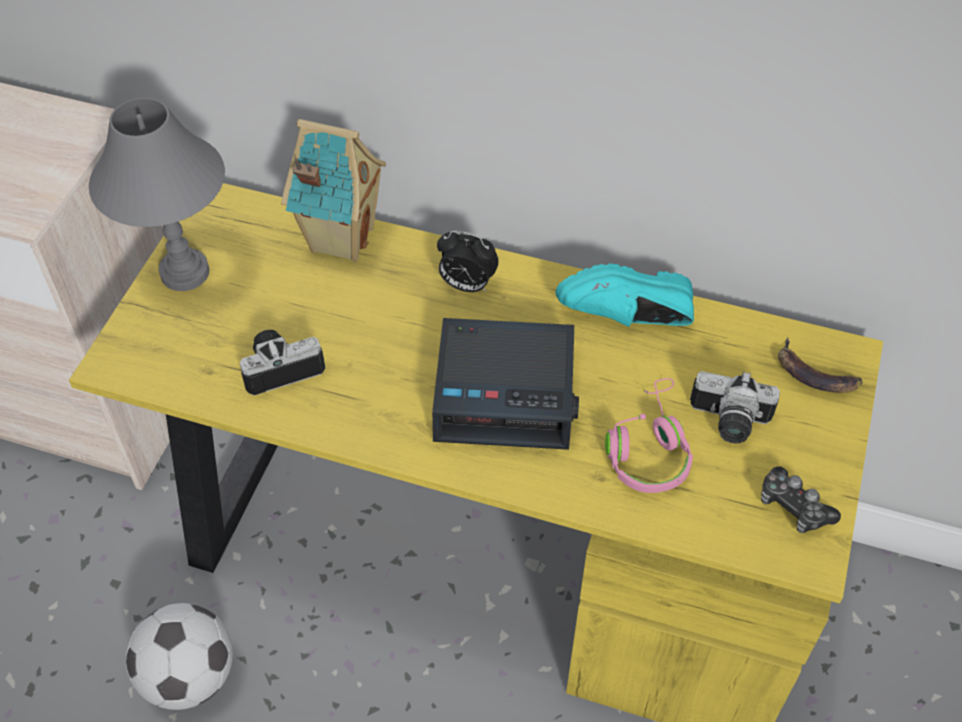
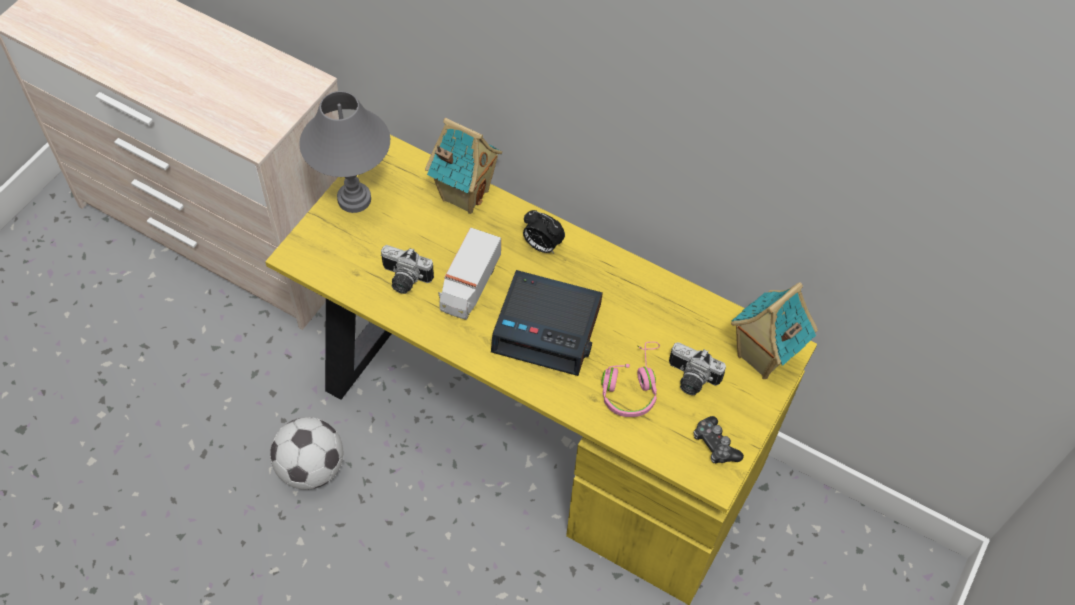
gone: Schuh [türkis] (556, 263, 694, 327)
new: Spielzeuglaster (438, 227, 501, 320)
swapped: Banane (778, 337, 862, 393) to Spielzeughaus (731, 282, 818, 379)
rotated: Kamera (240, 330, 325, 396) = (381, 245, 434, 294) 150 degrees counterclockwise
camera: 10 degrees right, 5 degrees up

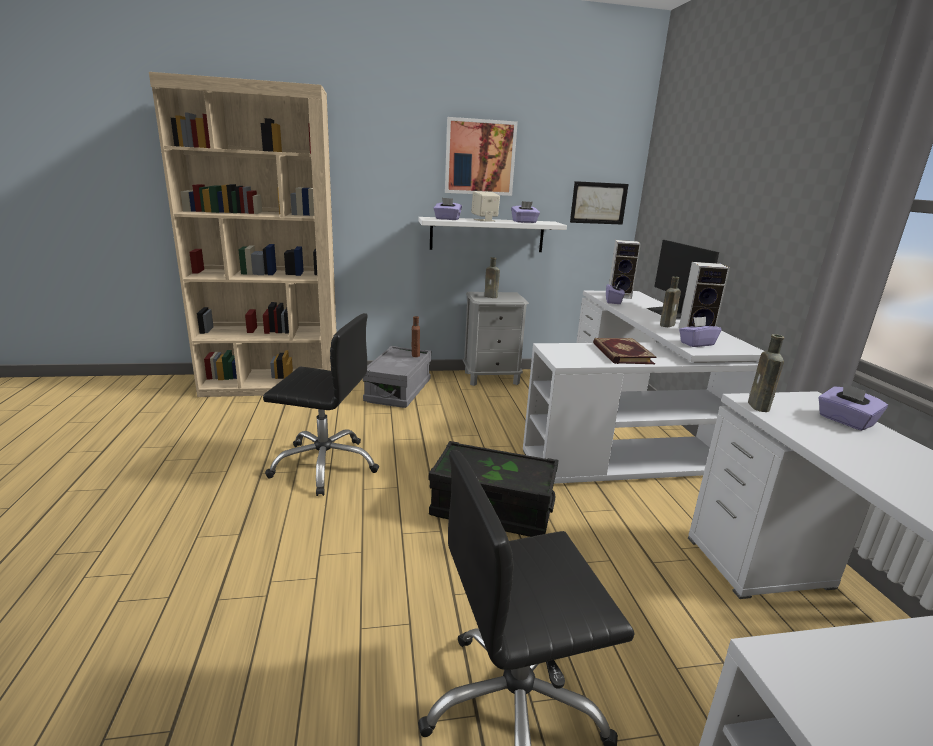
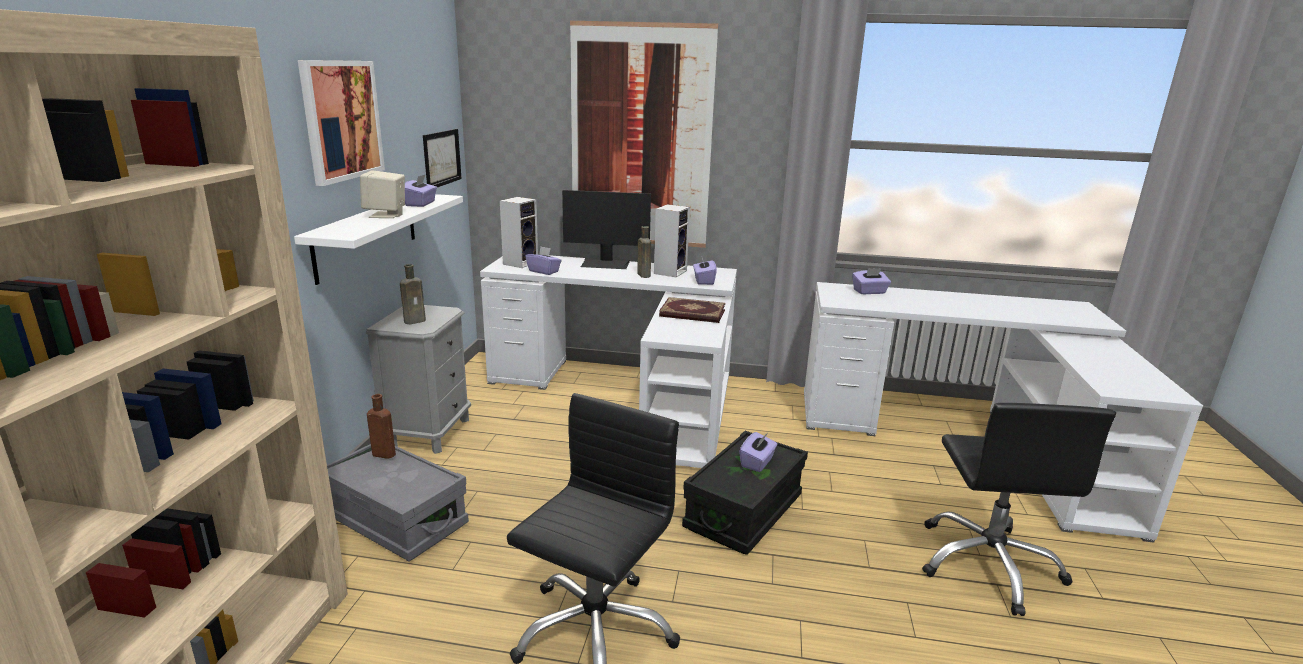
gone: Flasche [braun] (748, 334, 784, 412)
new: Bild (570, 21, 718, 248)
shifted: Taschentuchbox [lila] (433, 198, 462, 220) to (739, 432, 777, 472)
camera: 70 degrees left, 0 degrees up

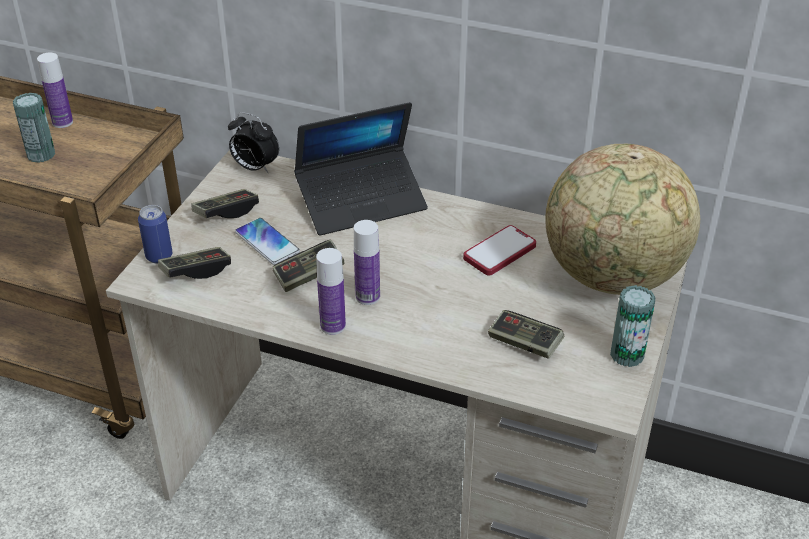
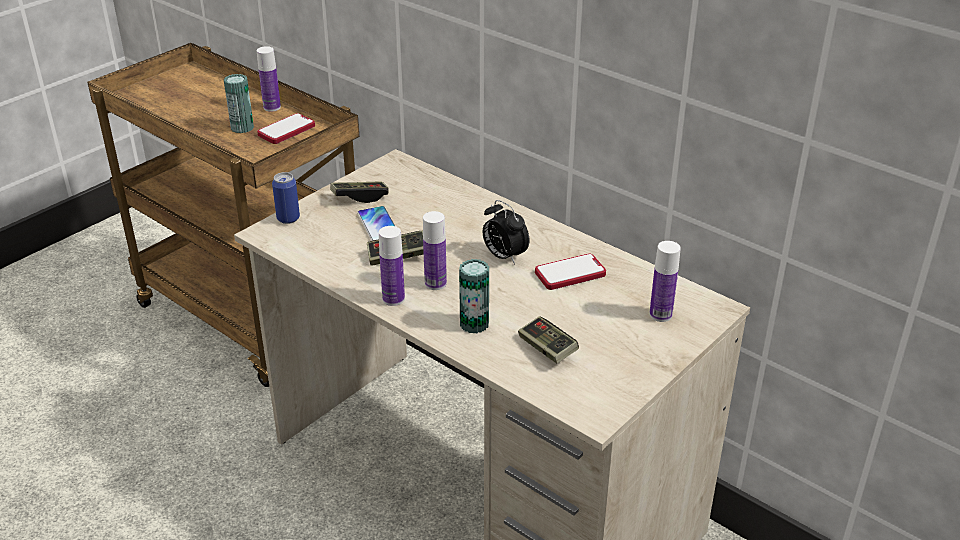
gone: Gamepad (158, 247, 231, 279); Laptop (294, 102, 428, 236)
new: Handy (257, 113, 315, 144)
shifted: Wecker (228, 112, 279, 173) to (483, 200, 529, 264); Dose (610, 285, 656, 367) to (459, 259, 489, 333)
swapped: Globus (545, 144, 700, 295) to Flasche (649, 241, 681, 322)
camera: 20 degrees right, 5 degrees down

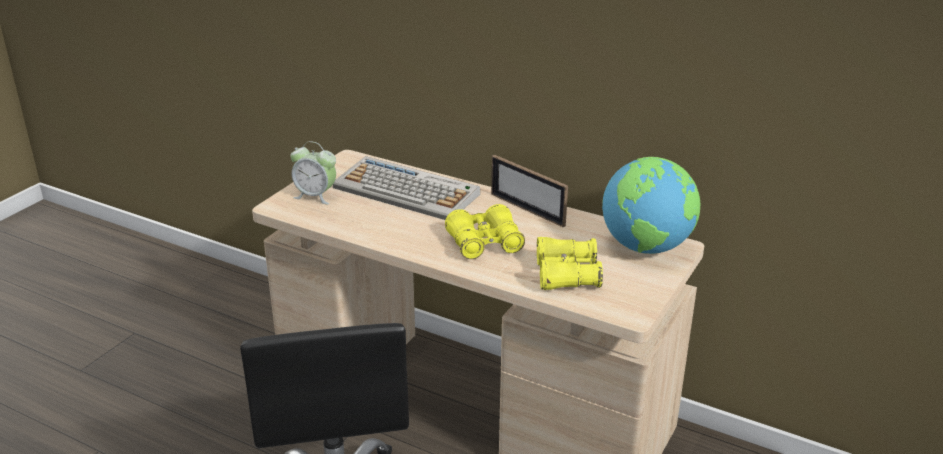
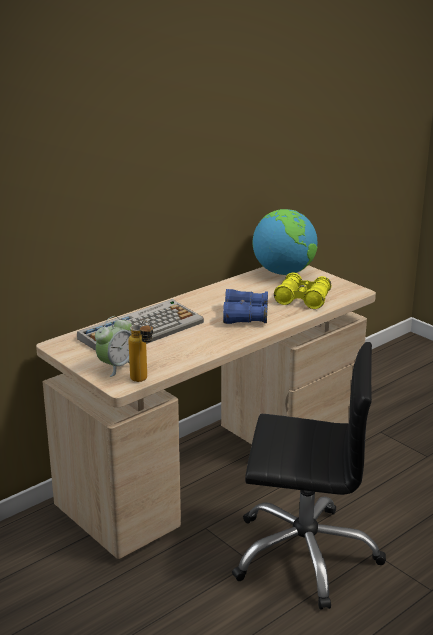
gone: Bilderrahmen (491, 155, 568, 227)
new: Flasche (128, 321, 153, 382)
repainted: Fernglas [gelb] (445, 204, 525, 259) to Fernglas [blau] (223, 289, 268, 324)
camera: 70 degrees left, 5 degrees down

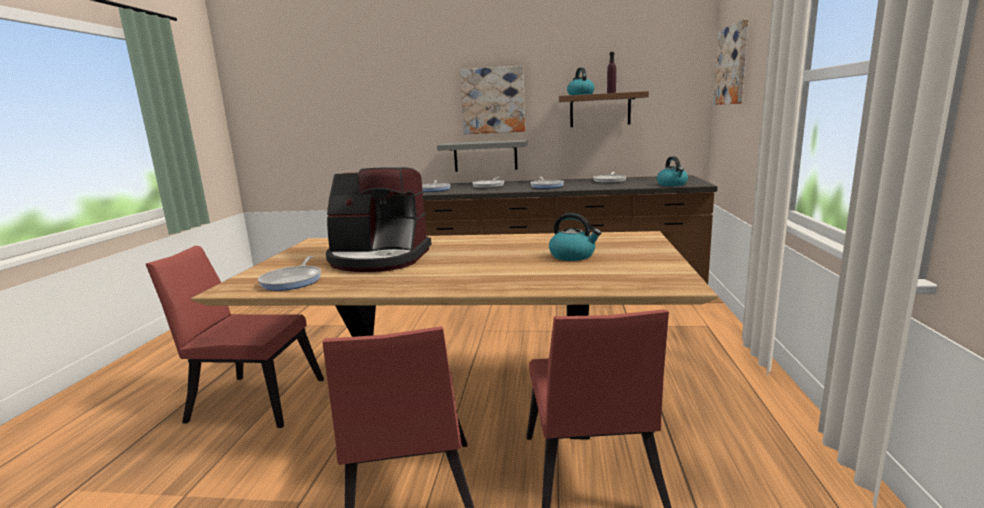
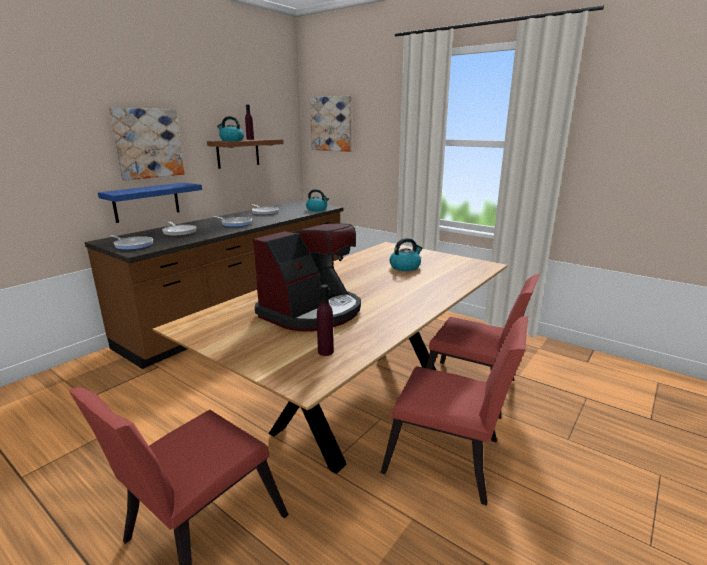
swapped: Pfanne (258, 256, 321, 291) to Flasche [lila] (317, 285, 334, 356)
repainted: Wandregal [grau] (437, 140, 528, 172) to Wandregal [blau] (98, 182, 202, 223)
camera: 60 degrees left, 5 degrees up

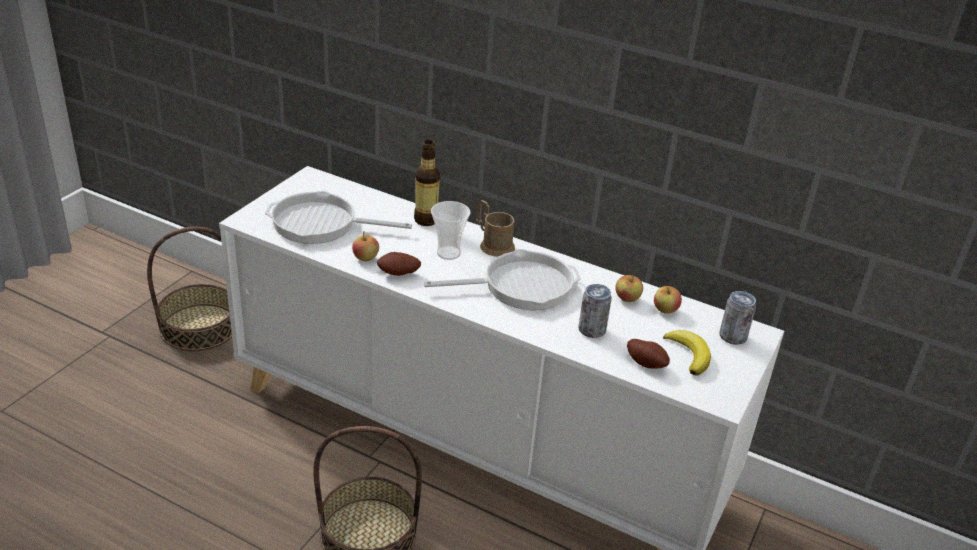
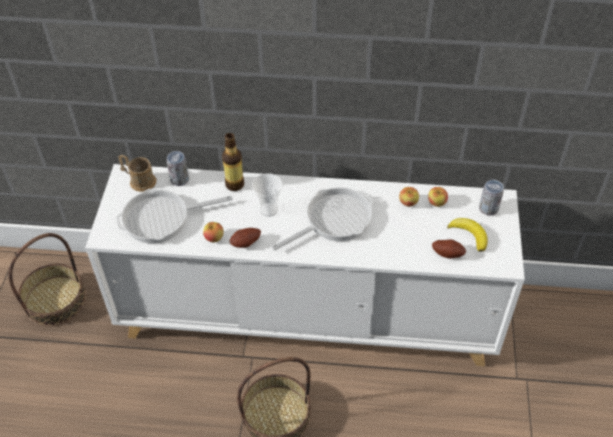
shifted: Henkelbecher [braun] (476, 200, 515, 257) to (119, 155, 156, 192); Dose (578, 284, 612, 338) to (167, 151, 189, 186)
camera: 20 degrees left, 15 degrees up

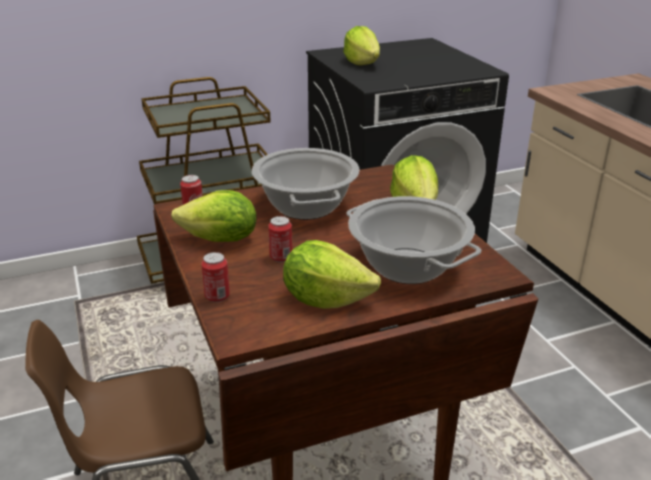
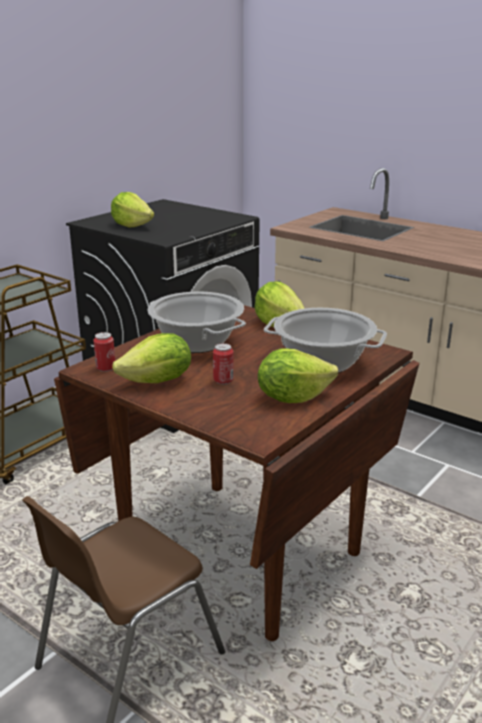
gone: Dose (201, 252, 230, 302)
camera: 30 degrees left, 5 degrees down

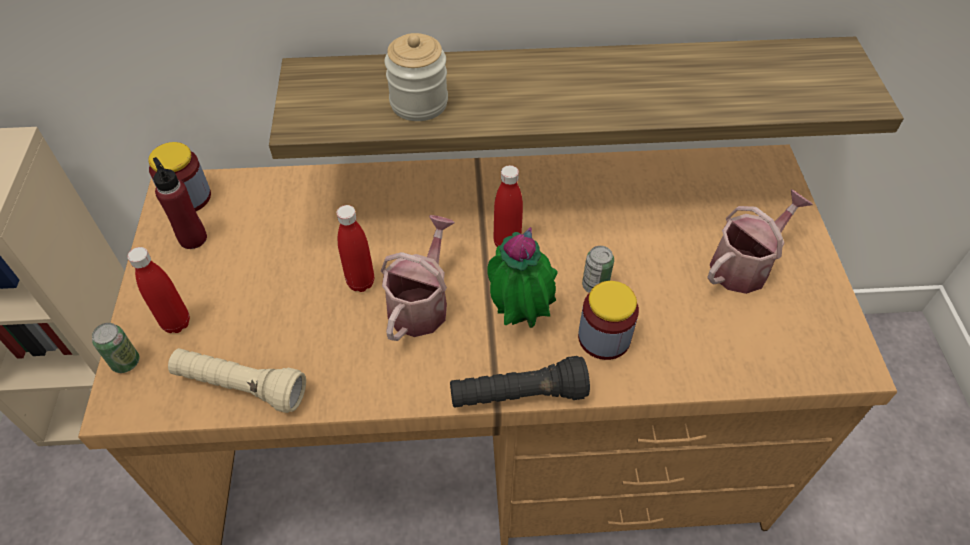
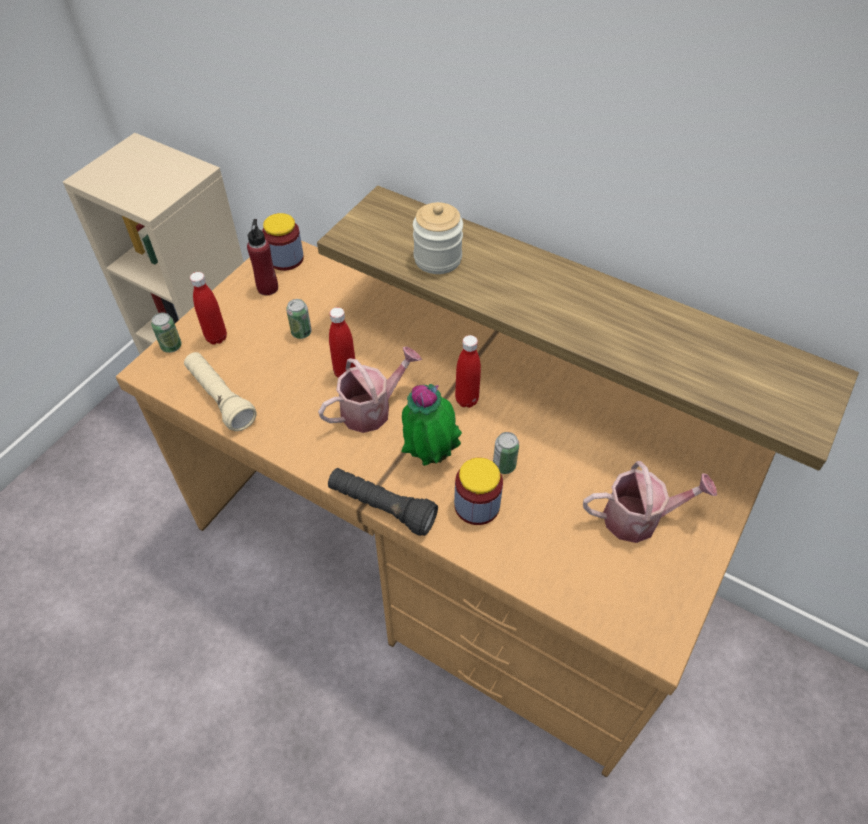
new: Dose (286, 299, 312, 339)
camera: 35 degrees right, 0 degrees up

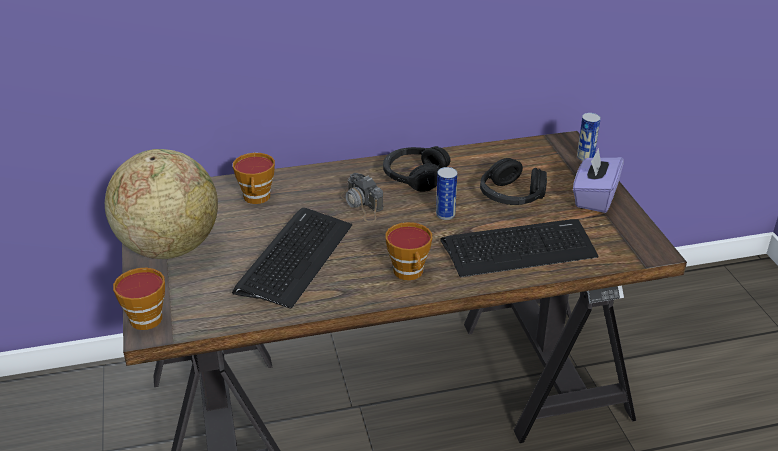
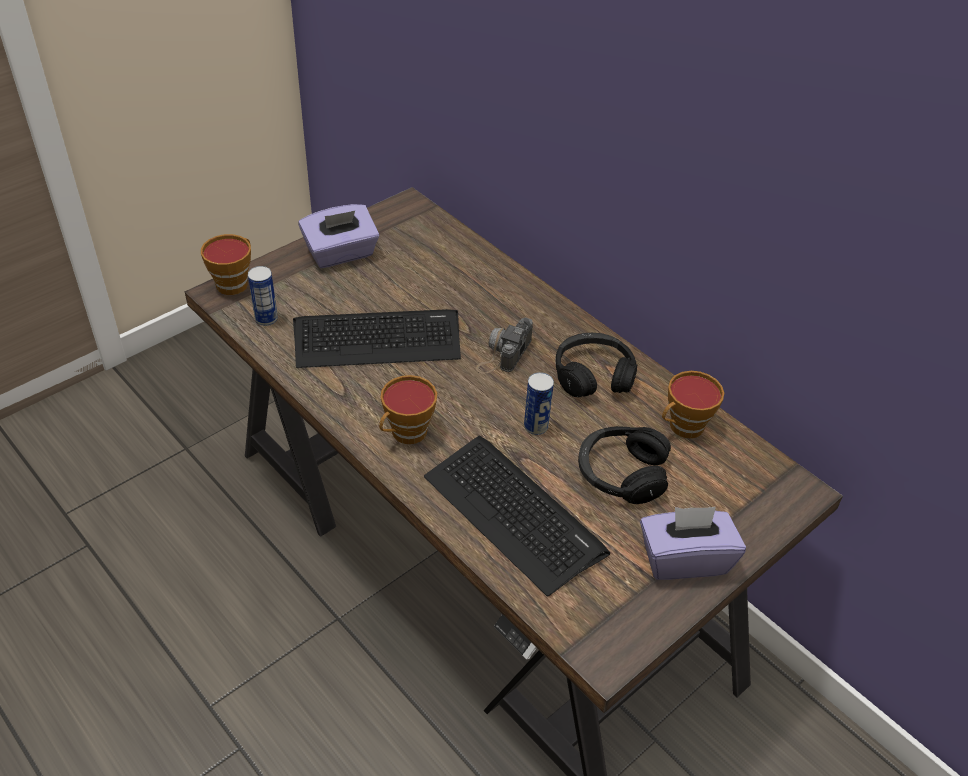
shifted: Tasse (233, 153, 275, 204) to (662, 371, 724, 439); Dose (577, 113, 601, 161) to (248, 266, 278, 326)
swapped: Globus (105, 149, 218, 259) to Taschentuchbox [lila] (298, 204, 379, 268)
camera: 60 degrees right, 10 degrees up

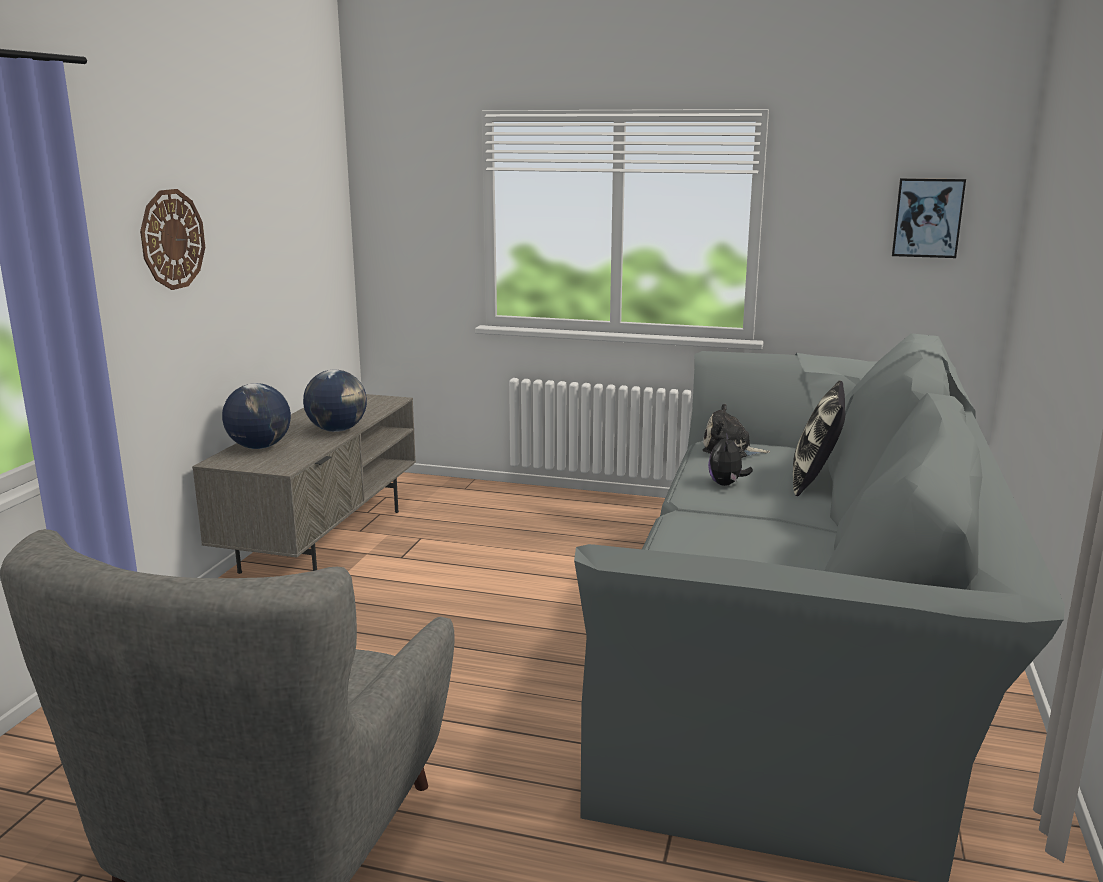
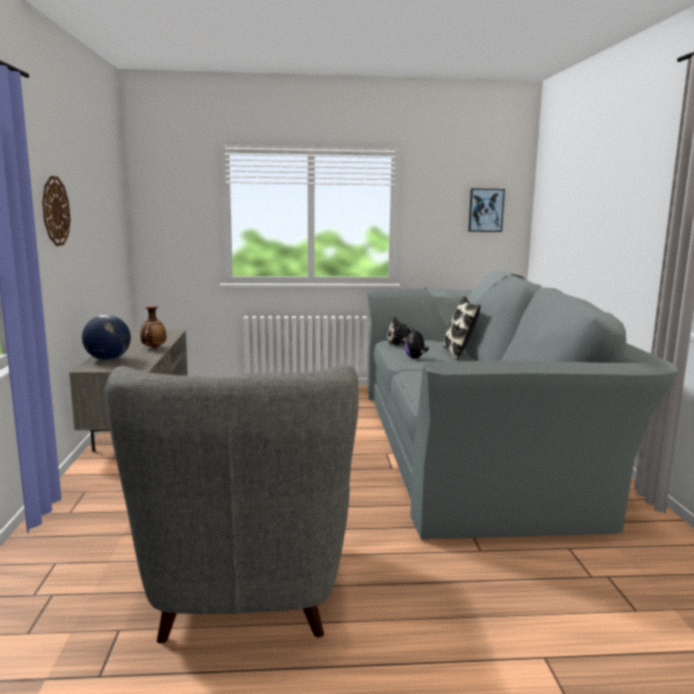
swapped: Globus (303, 369, 367, 432) to Vase (140, 306, 167, 348)
camera: 20 degrees left, 5 degrees down

